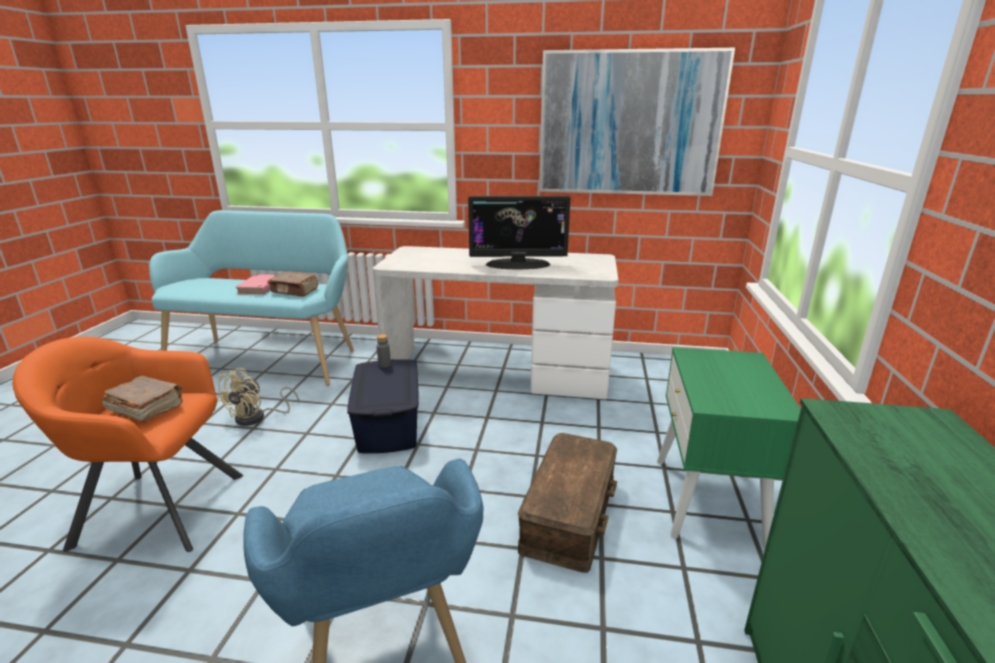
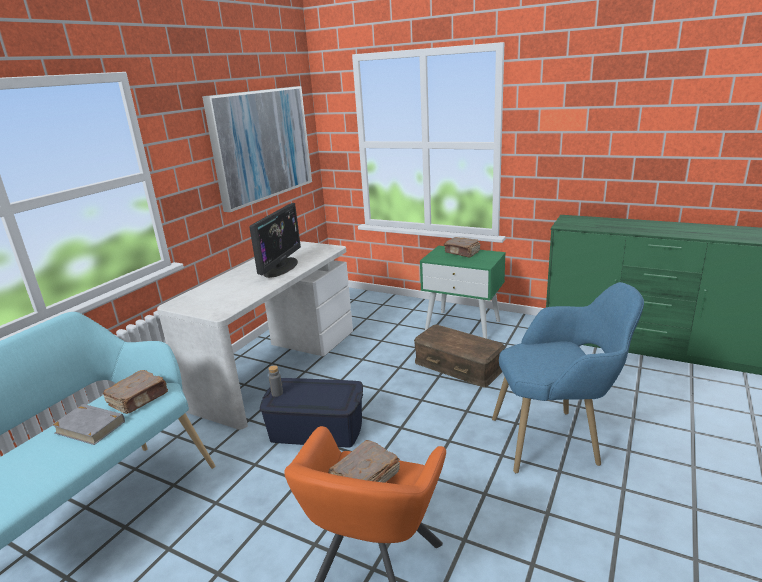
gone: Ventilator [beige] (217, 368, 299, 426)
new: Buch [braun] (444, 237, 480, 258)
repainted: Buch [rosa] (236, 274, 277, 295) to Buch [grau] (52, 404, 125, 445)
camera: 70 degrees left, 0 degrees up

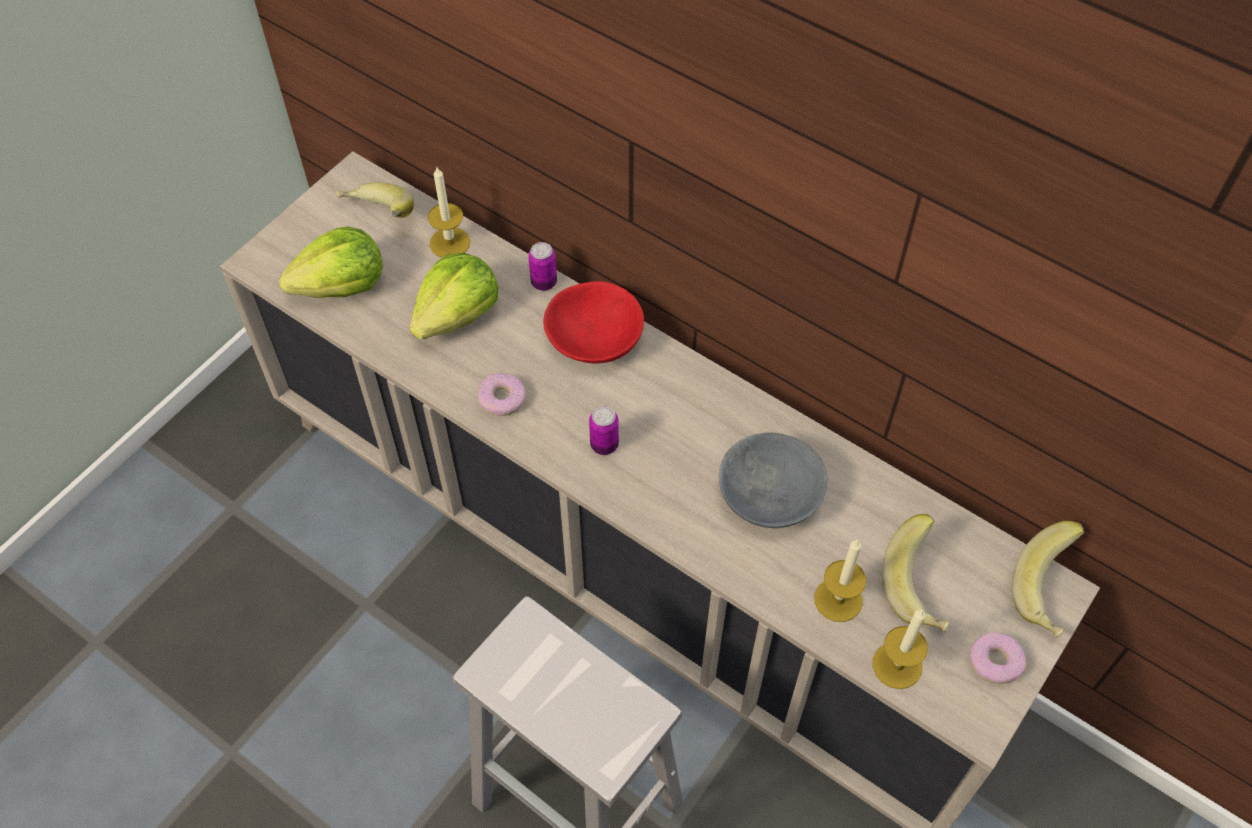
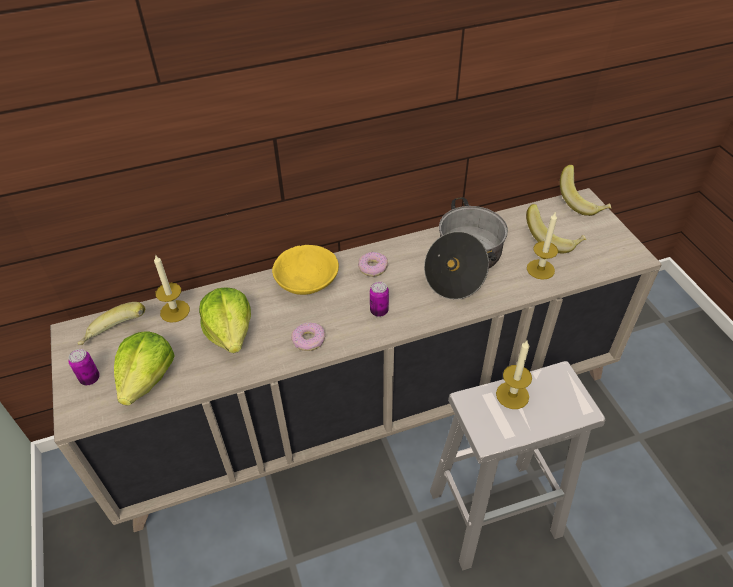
shifted: Dose (528, 242, 557, 291) to (69, 349, 100, 385); Kerze (872, 609, 928, 689) to (496, 341, 532, 409); Donut (970, 632, 1027, 684) to (358, 252, 388, 277)
swapped: Schüssel [grau] (719, 433, 828, 528) to Kochtopf (424, 197, 508, 300)
repainted: Schüssel [rot] (543, 281, 644, 363) to Schüssel [gelb] (272, 245, 339, 295)
camera: 55 degrees left, 10 degrees down

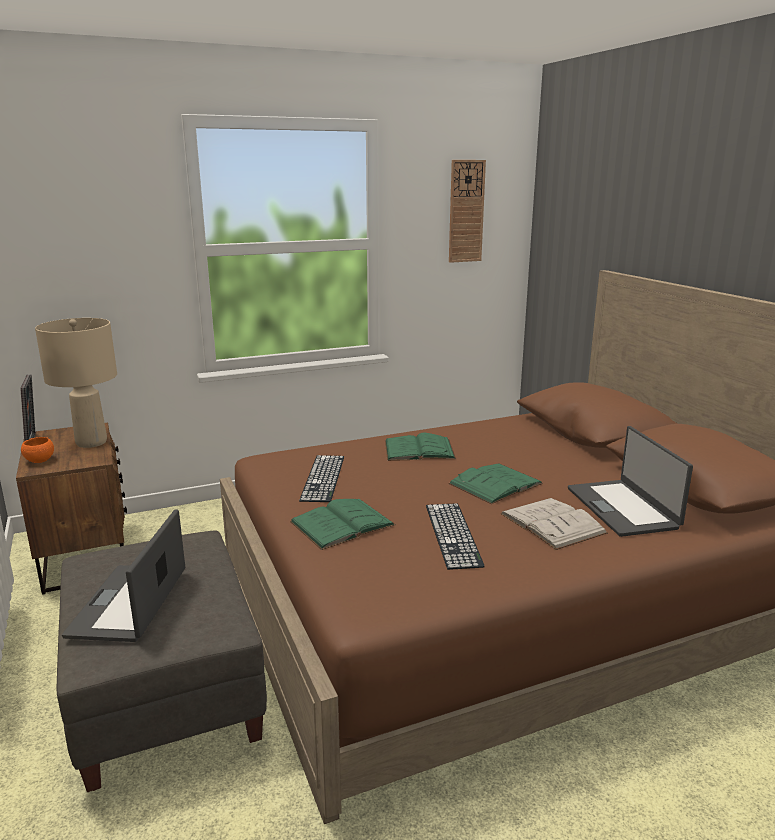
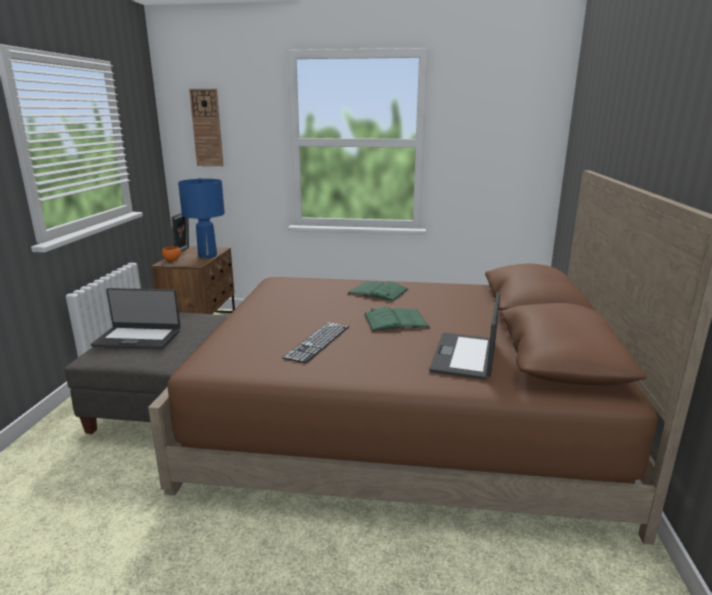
gone: Buch [grün] (290, 499, 396, 550); Tastatur (299, 455, 344, 502); Buch [weiß] (500, 498, 608, 550)
shifted: Wanduhr (449, 160, 486, 263) to (189, 89, 223, 166)
repainted: Tischlampe [beige] (35, 318, 117, 448) to Tischlampe [blau] (178, 178, 225, 258)
rotated: Laptop (62, 509, 185, 642) = (91, 288, 181, 349) 120 degrees counterclockwise
camera: 30 degrees right, 0 degrees up

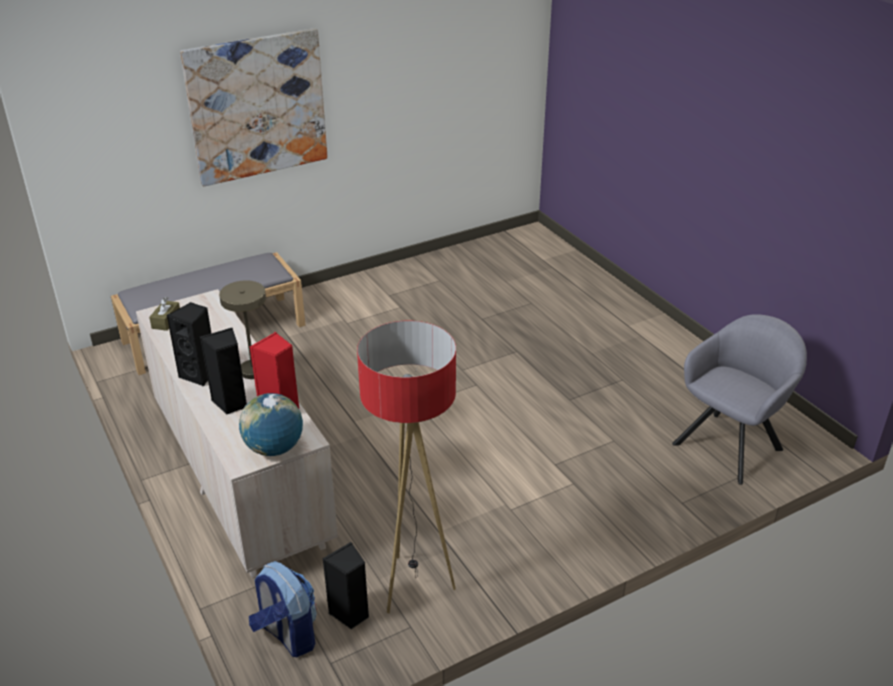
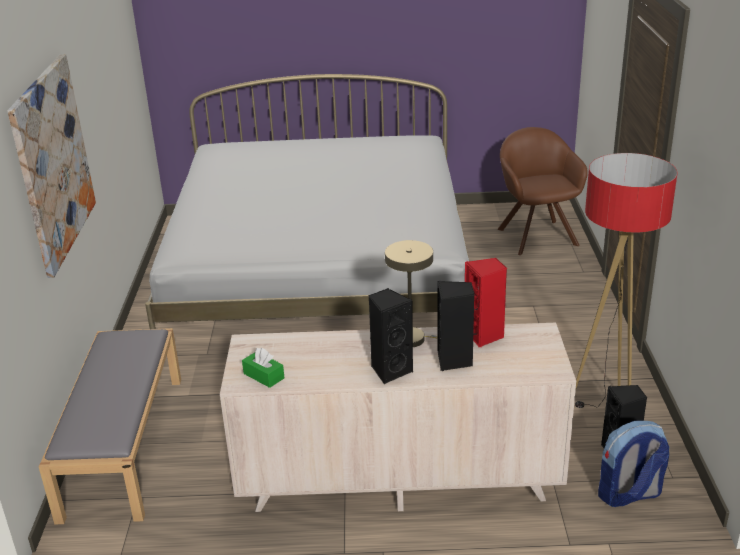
gone: Globus (239, 393, 303, 456)
new: Bett [weiß] (145, 74, 469, 329)
repainted: Taschentuchbox [braun] (149, 297, 180, 331) to Taschentuchbox [grün] (242, 348, 284, 388); Sessel [grau] (672, 314, 807, 485) to Sessel [braun] (498, 127, 588, 255)
camera: 60 degrees left, 5 degrees down

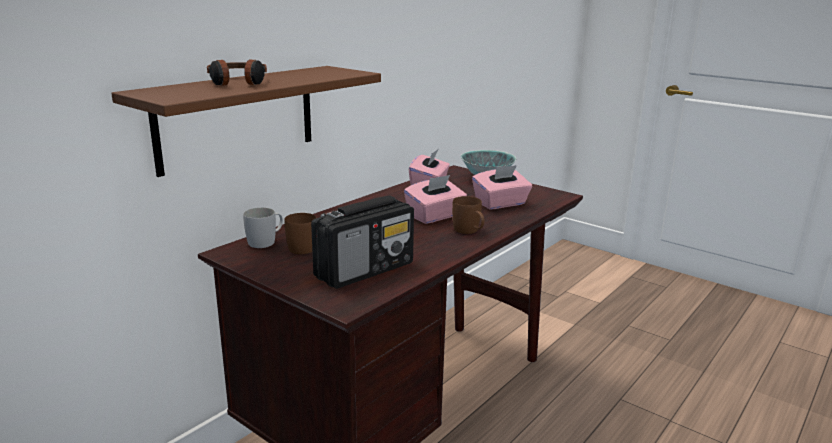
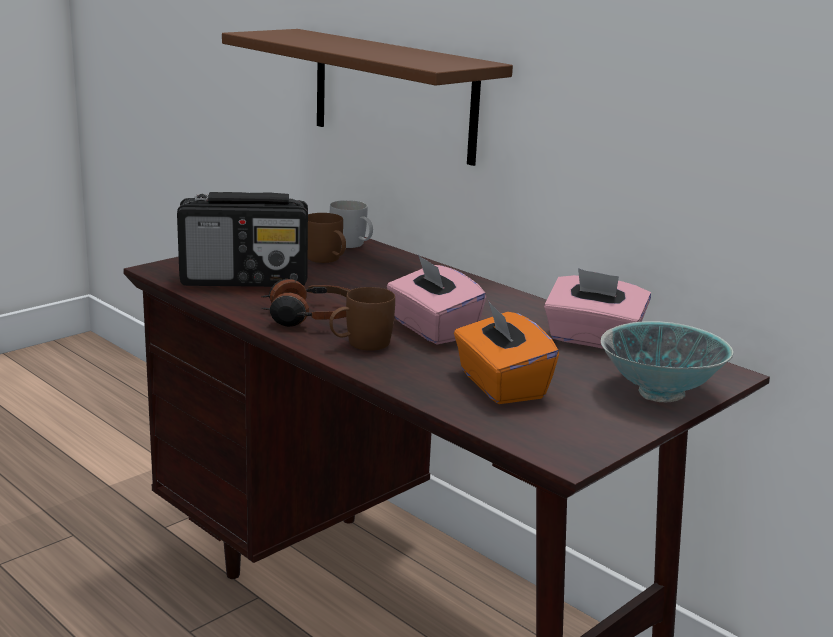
shifted: Kopfhörer (207, 60, 267, 86) to (261, 279, 350, 327)
repainted: Taschentuchbox [rosa] (472, 165, 532, 210) to Taschentuchbox [orange] (454, 300, 559, 404)
rotated: Radio (311, 196, 414, 289) = (177, 192, 308, 287) 60 degrees counterclockwise
camera: 95 degrees right, 0 degrees up

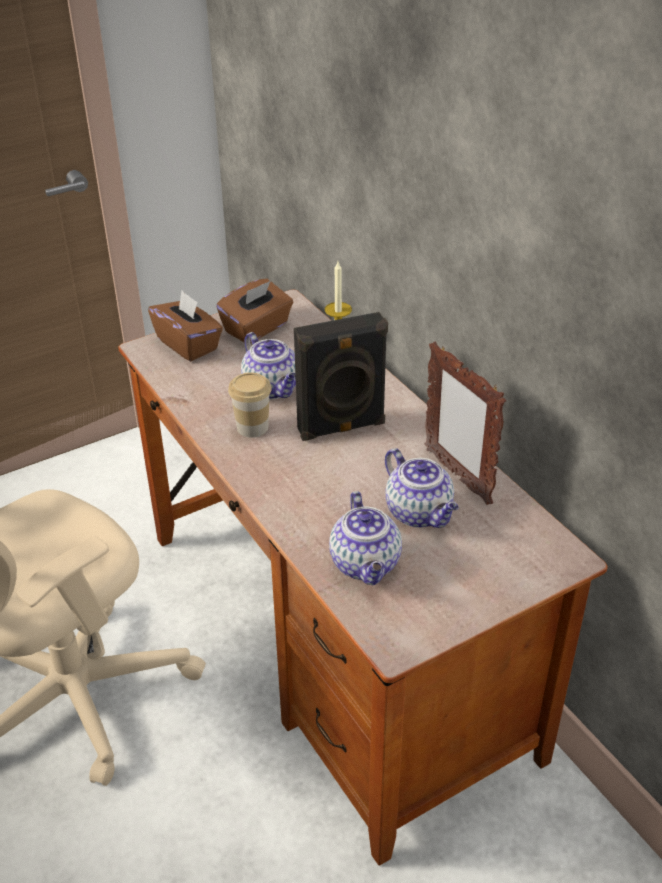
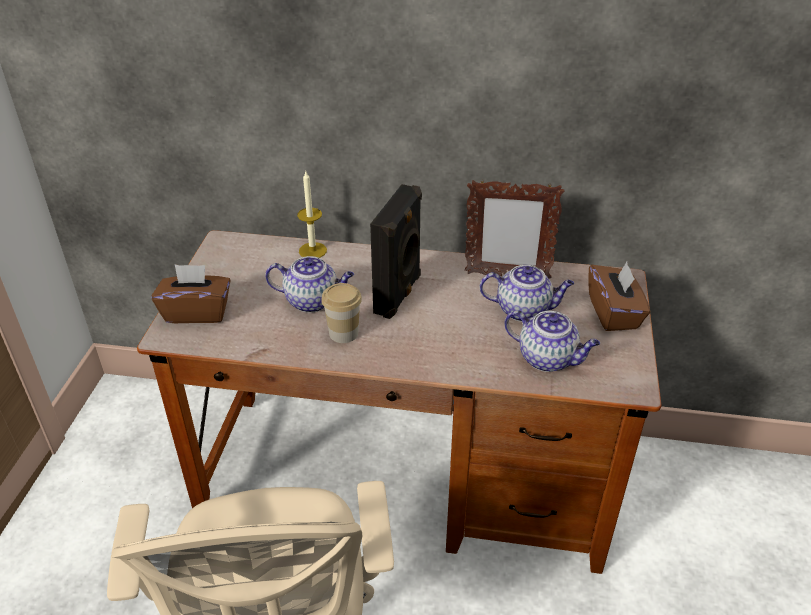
shifted: Taschentuchbox [braun] (216, 278, 293, 343) to (588, 262, 650, 331)
camera: 50 degrees left, 0 degrees up

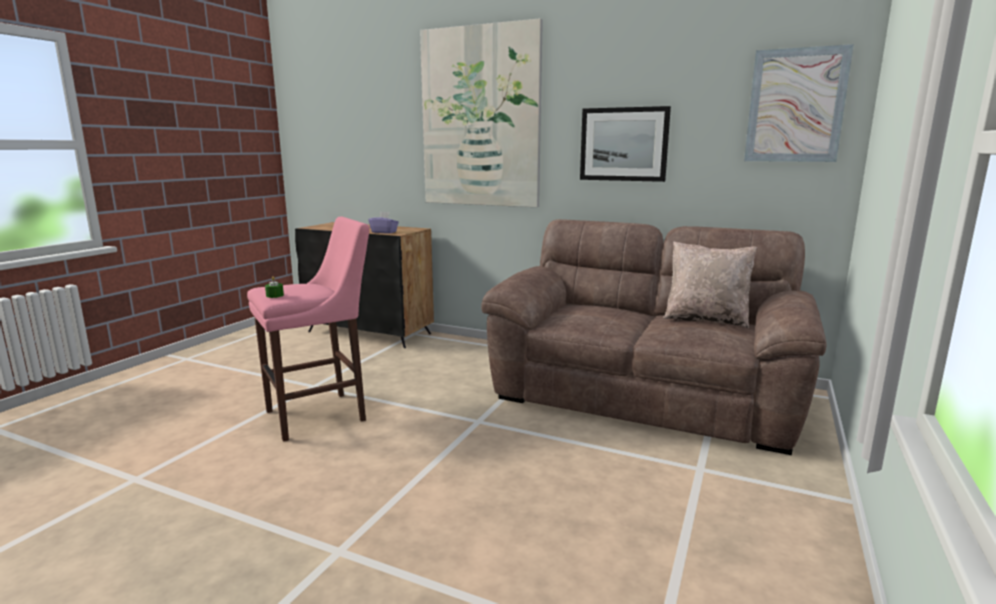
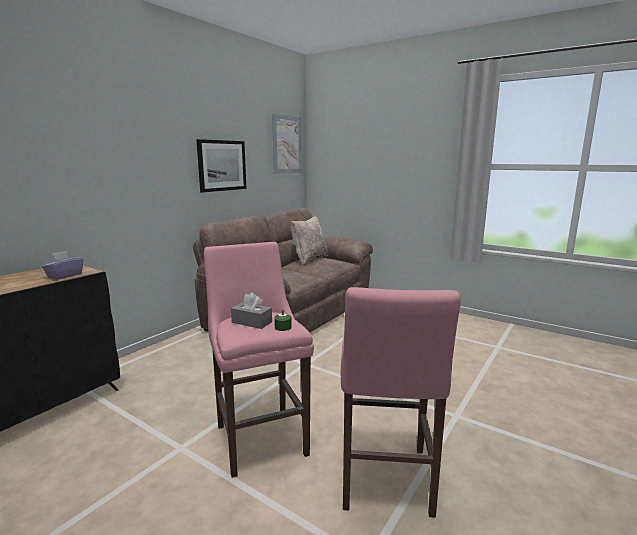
gone: Bild (420, 18, 543, 207)
new: Taschentuchbox [grau] (231, 293, 272, 329); Hocker [rosa] (341, 287, 461, 518)
camera: 80 degrees left, 0 degrees up

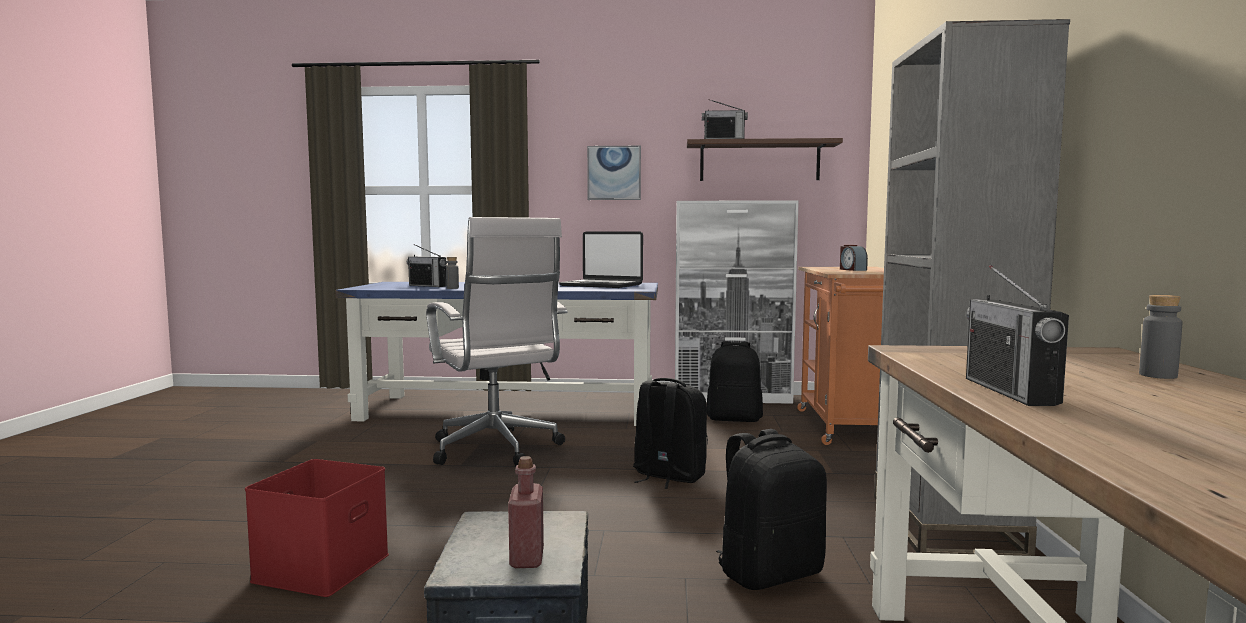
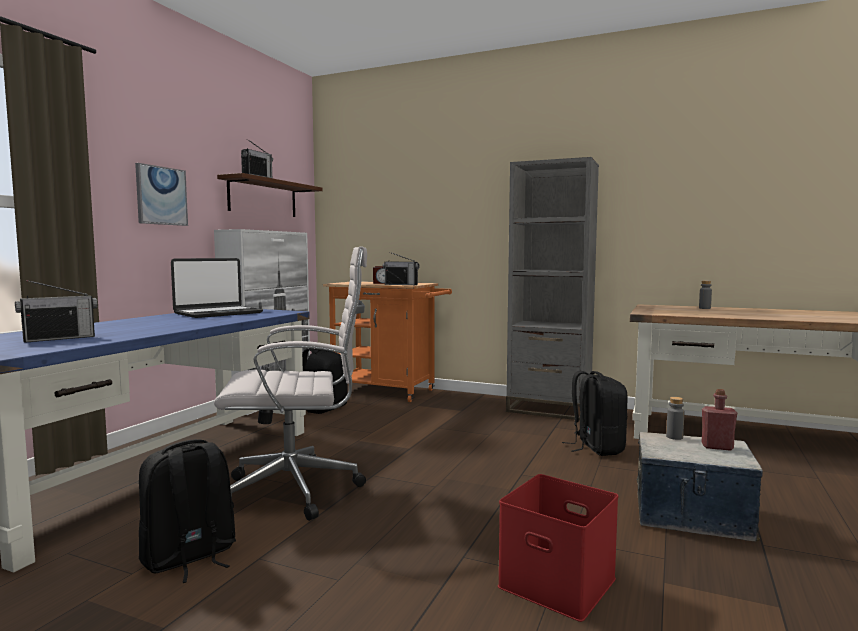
shifted: Flasche [grau] (446, 257, 459, 289) to (666, 397, 684, 440); Rucksack [schwarz] (633, 378, 708, 489) to (139, 439, 236, 583); Radio (966, 265, 1069, 406) to (383, 252, 420, 285)
camera: 70 degrees left, 0 degrees up

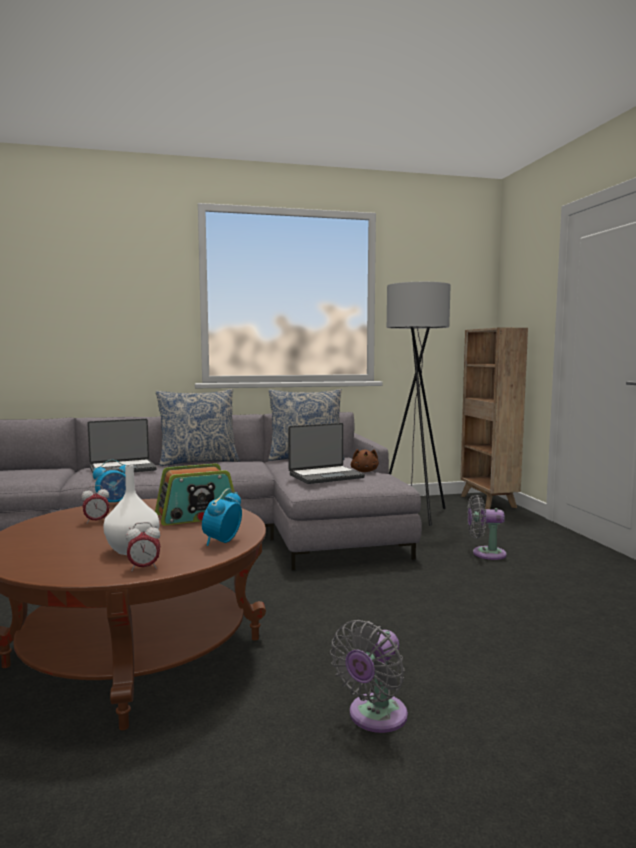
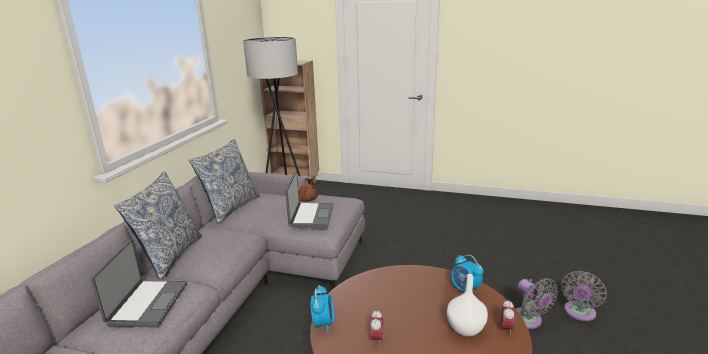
gone: Radio (155, 463, 234, 526)
shifted: Ventilator [grau] (467, 495, 507, 560) to (561, 271, 607, 321)
camera: 60 degrees left, 15 degrees up

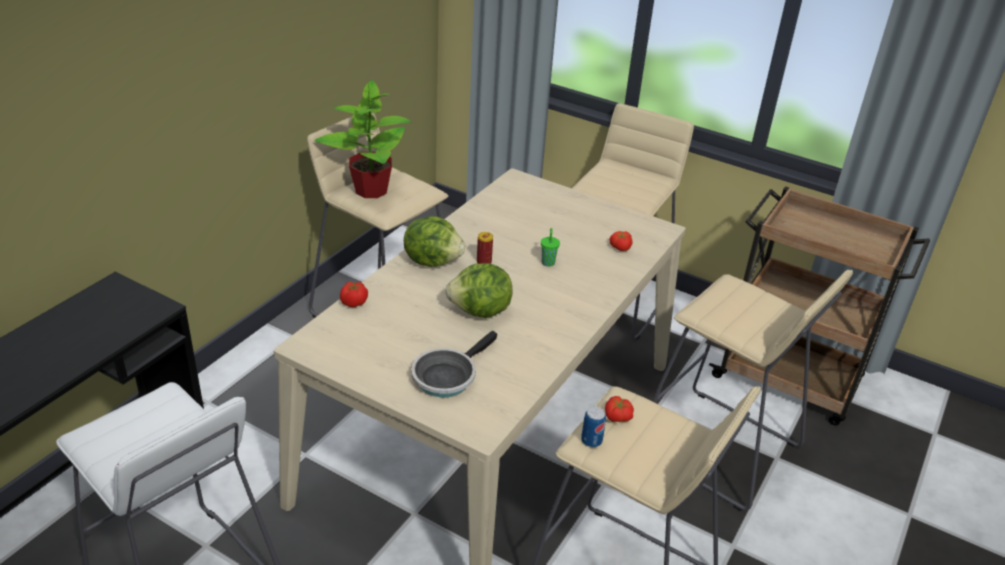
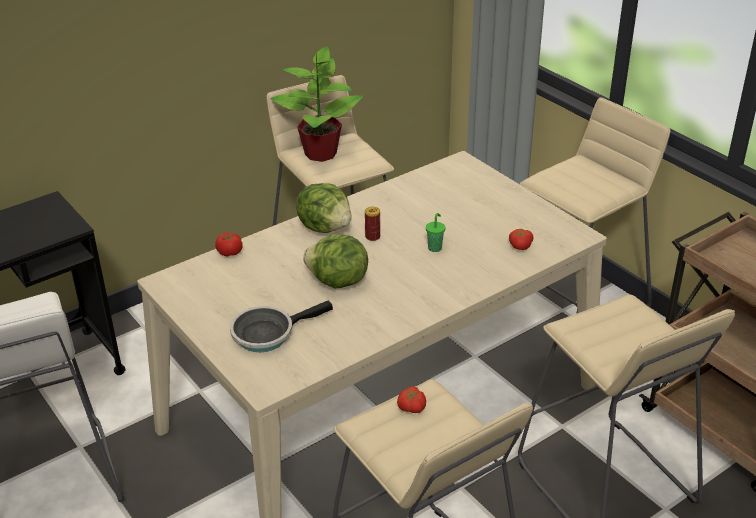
gone: Dose (581, 406, 606, 448)
camera: 25 degrees right, 0 degrees up

